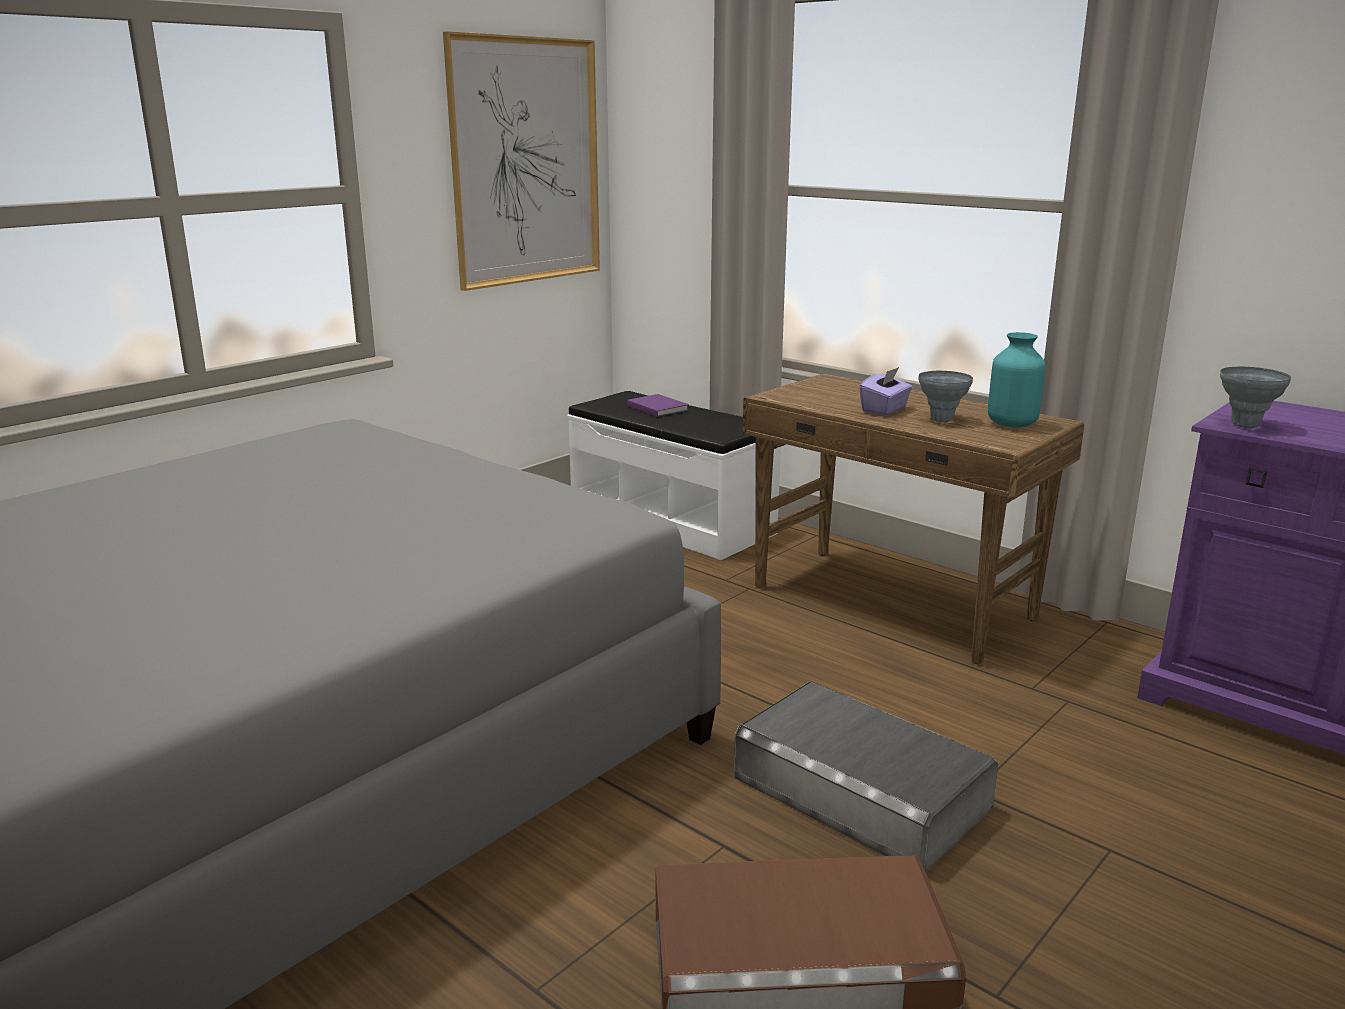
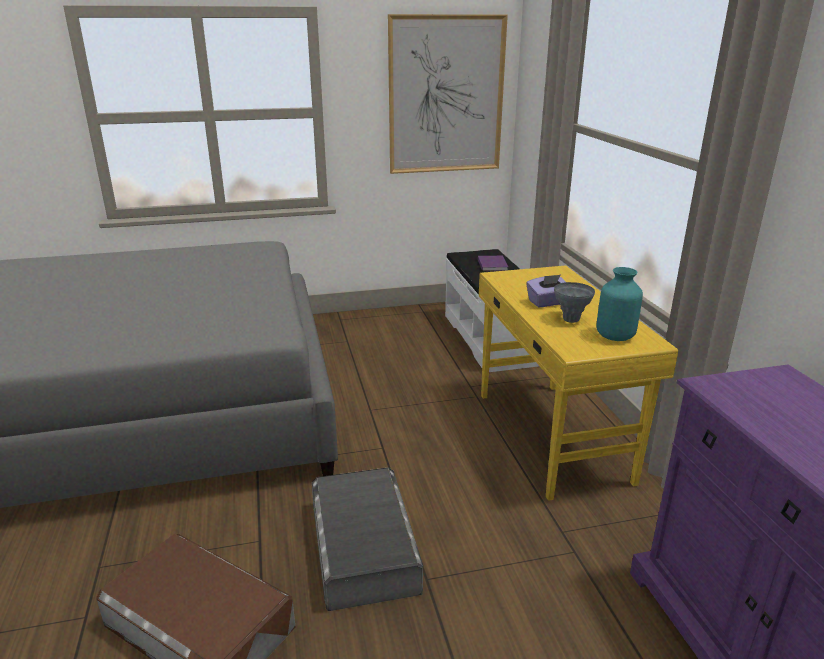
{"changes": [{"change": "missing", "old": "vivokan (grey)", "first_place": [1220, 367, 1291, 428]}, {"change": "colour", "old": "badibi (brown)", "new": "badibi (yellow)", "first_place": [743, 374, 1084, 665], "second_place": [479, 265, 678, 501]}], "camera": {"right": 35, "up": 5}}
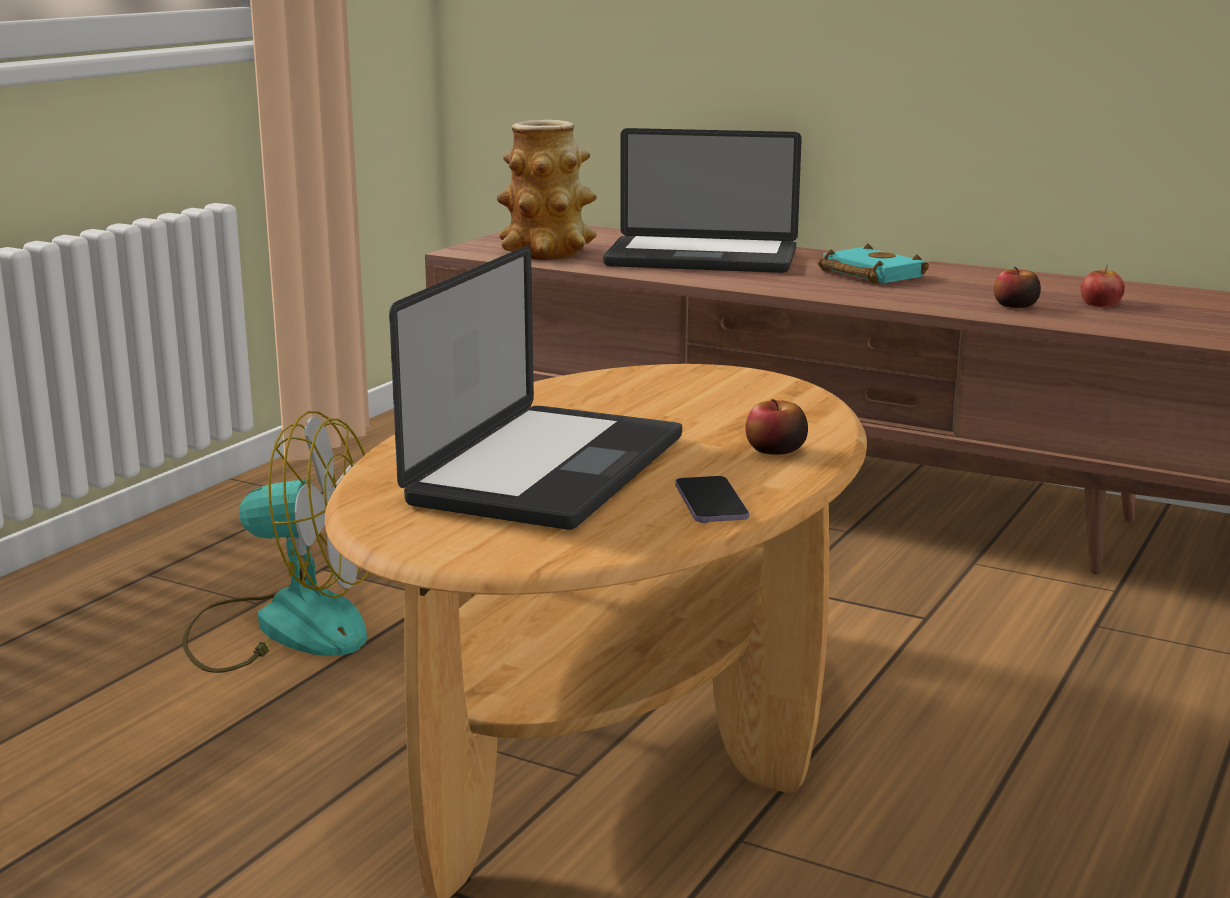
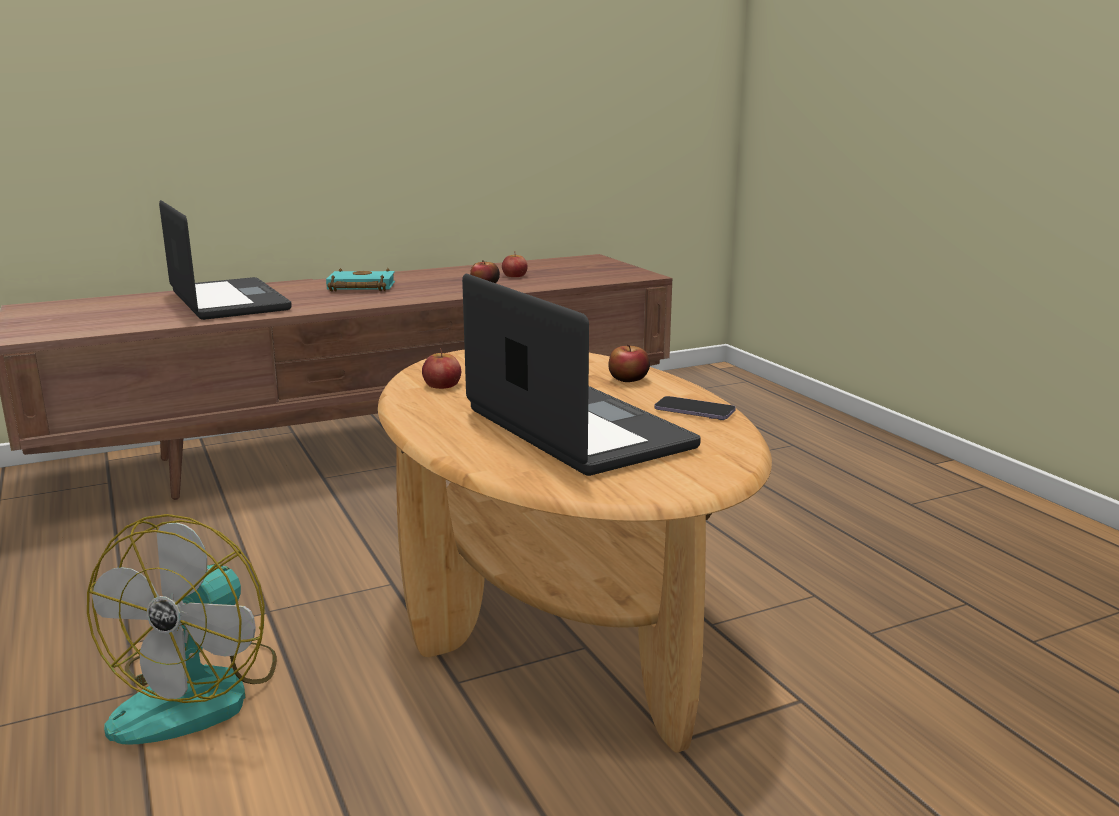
{"changes": [{"change": "missing", "old": "vivokan", "first_place": [497, 120, 597, 260]}, {"change": "appeared", "new": "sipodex", "second_place": [422, 348, 461, 389]}, {"change": "spun", "old": "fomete", "first_place": [182, 411, 369, 673], "second_place": [87, 514, 277, 744], "degrees": 150}, {"change": "spun", "old": "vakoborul", "first_place": [603, 128, 802, 273], "second_place": [159, 200, 292, 320], "degrees": -75}], "camera": {"right": -55, "up": 0}}
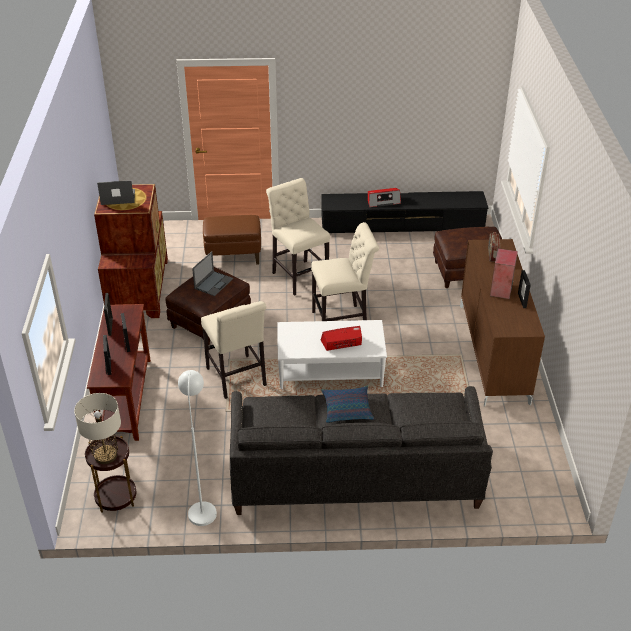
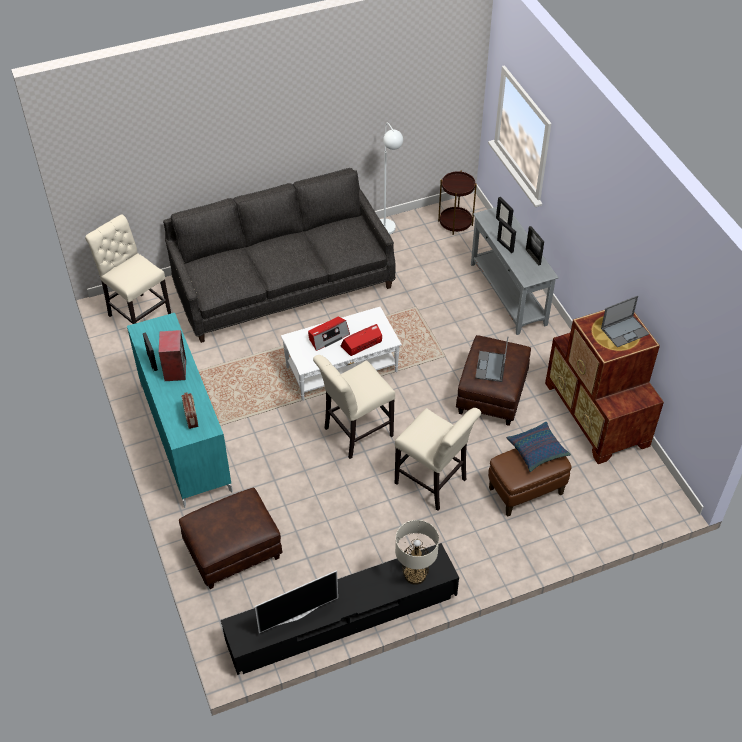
{"changes": [{"change": "appeared", "new": "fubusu", "second_place": [255, 570, 338, 633]}, {"change": "relocated", "old": "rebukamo", "first_place": [74, 393, 121, 464], "second_place": [395, 520, 439, 585]}, {"change": "relocated", "old": "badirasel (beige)", "first_place": [201, 301, 267, 399], "second_place": [85, 214, 171, 324]}, {"change": "relocated", "old": "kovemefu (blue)", "first_place": [321, 386, 374, 423], "second_place": [506, 422, 571, 472]}, {"change": "relocated", "old": "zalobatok", "first_place": [368, 188, 401, 207], "second_place": [341, 324, 382, 356]}, {"change": "colour", "old": "badibi (brown)", "new": "badibi (grey)", "first_place": [87, 304, 151, 441], "second_place": [471, 207, 559, 335]}, {"change": "colour", "old": "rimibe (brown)", "new": "rimibe (turquoise)", "first_place": [460, 239, 545, 407], "second_place": [127, 313, 233, 508]}], "camera": {"right": 160, "up": 10}}
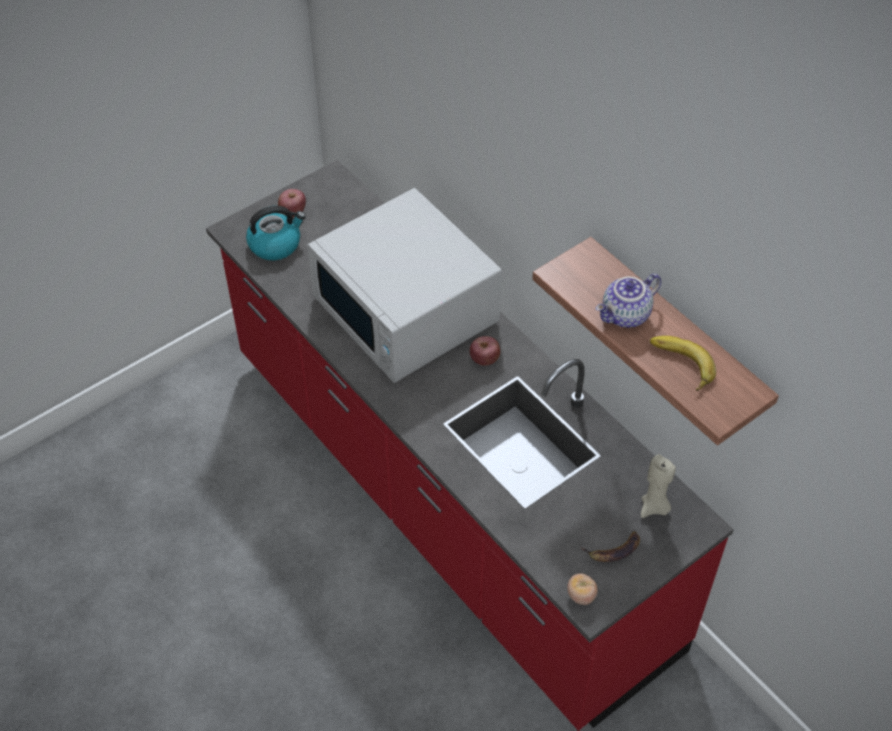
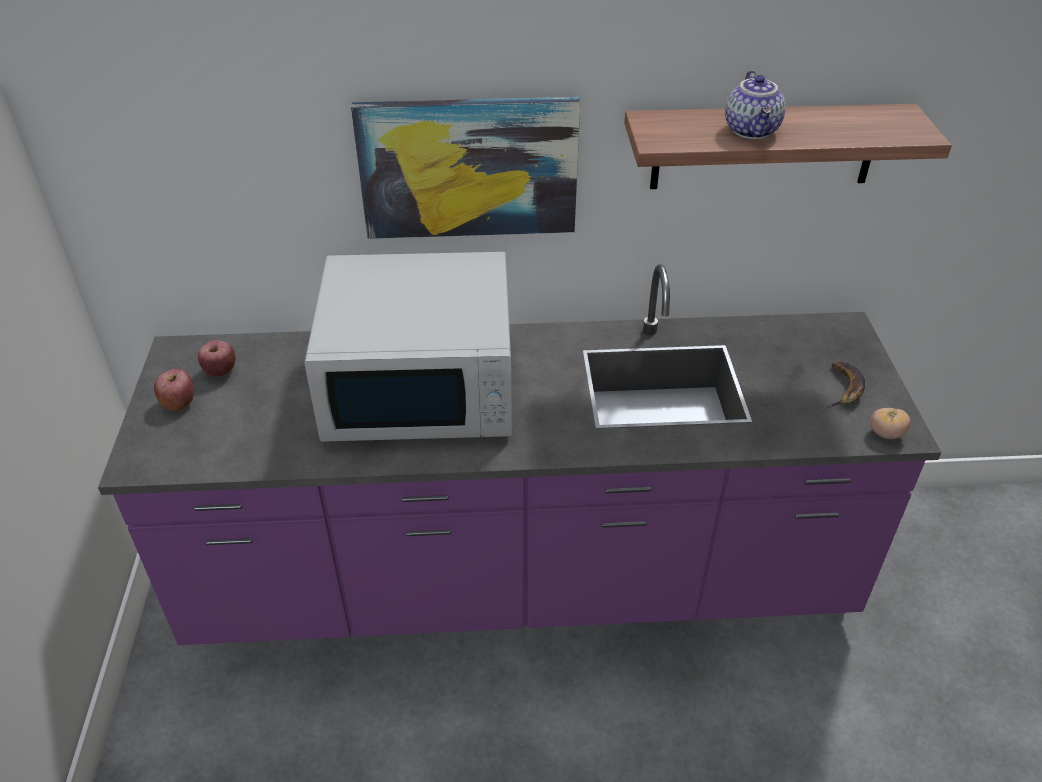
{"changes": [{"change": "missing", "old": "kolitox", "first_place": [246, 206, 306, 260]}, {"change": "missing", "old": "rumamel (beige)", "first_place": [641, 454, 676, 518]}, {"change": "missing", "old": "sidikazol", "first_place": [650, 336, 716, 391]}, {"change": "appeared", "new": "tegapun", "second_place": [351, 97, 580, 239]}, {"change": "relocated", "old": "sipodex", "first_place": [470, 336, 500, 366], "second_place": [198, 340, 236, 376]}, {"change": "colour", "old": "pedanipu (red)", "new": "pedanipu (purple)", "first_place": [206, 160, 734, 731], "second_place": [98, 264, 941, 645]}], "camera": {"right": -55, "up": -10}}
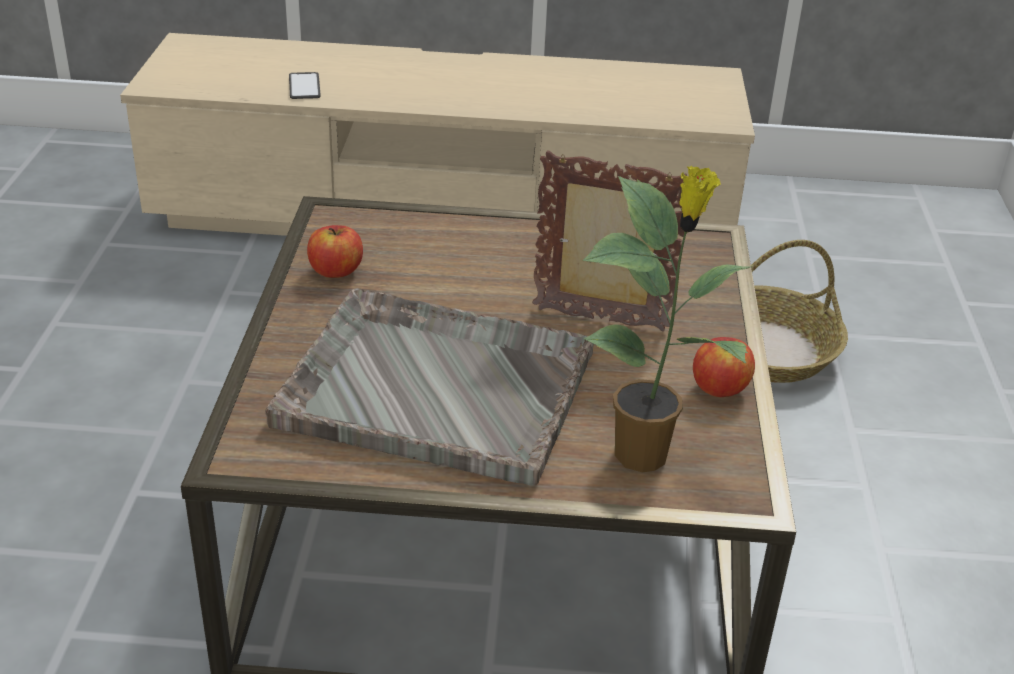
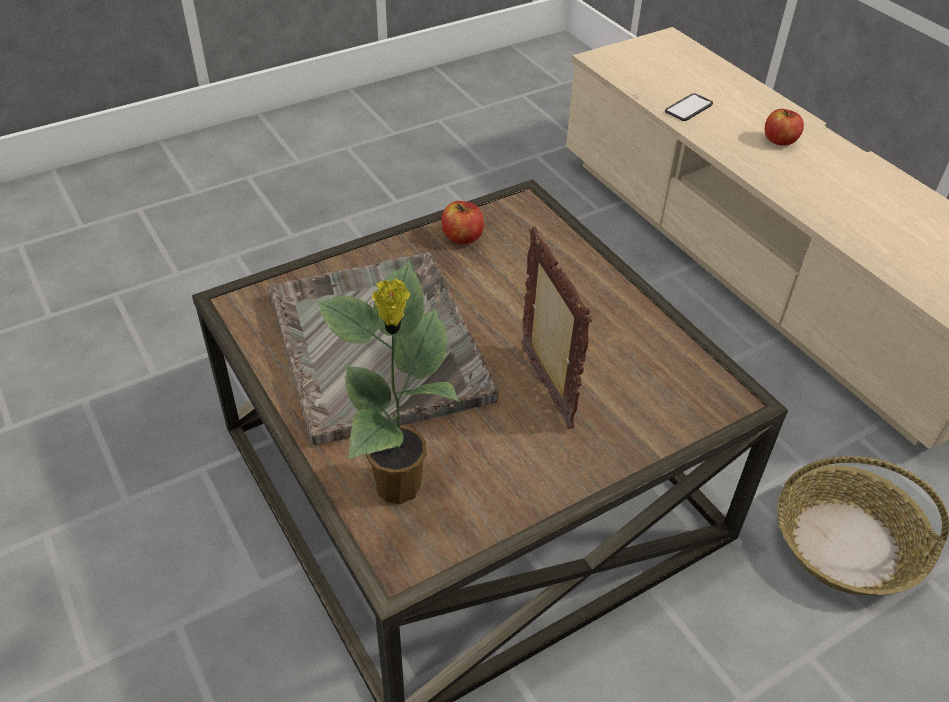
{"changes": [{"change": "relocated", "old": "sipodex", "first_place": [693, 337, 755, 397], "second_place": [765, 109, 804, 146]}], "camera": {"right": 55, "up": 10}}
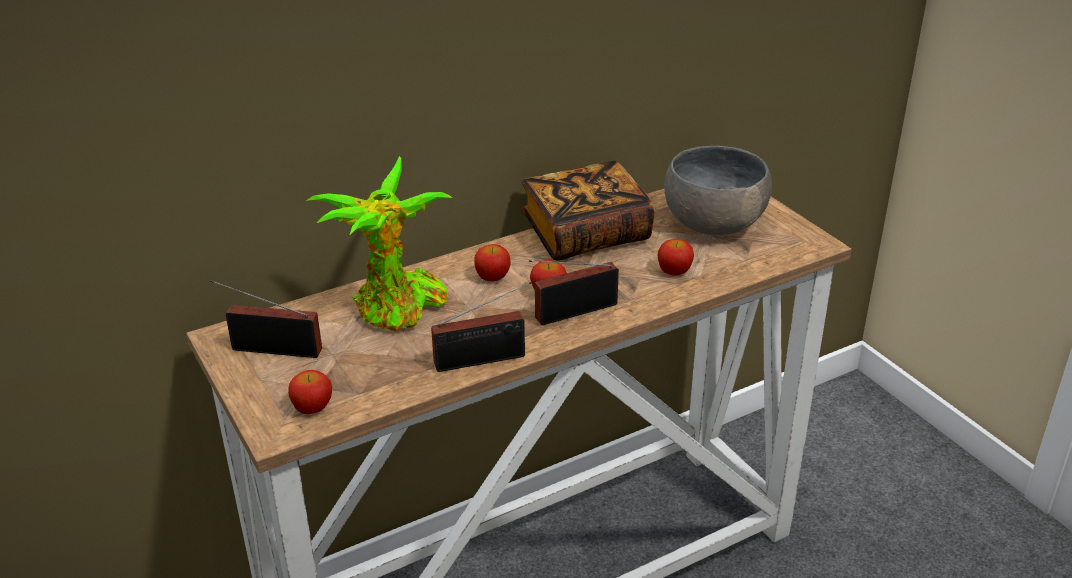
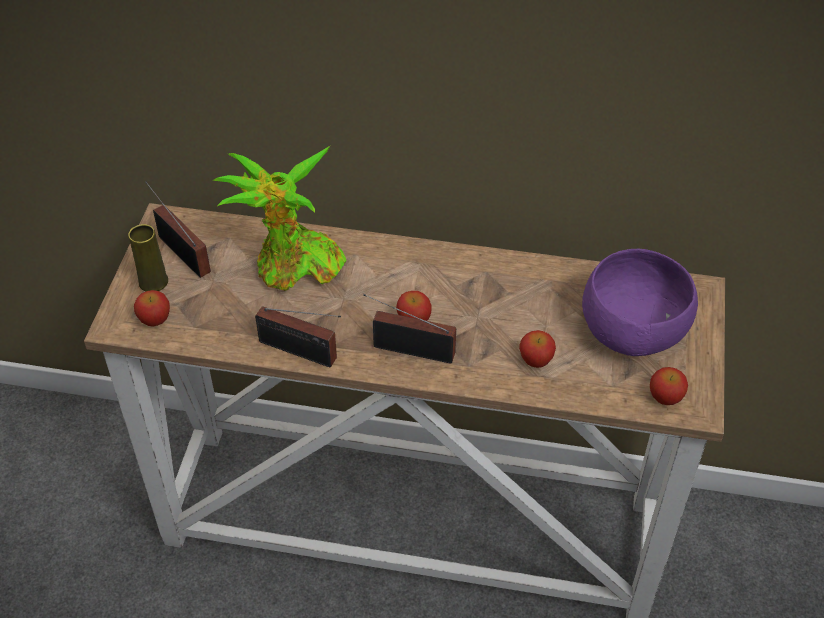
{"changes": [{"change": "missing", "old": "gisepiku", "first_place": [522, 161, 655, 261]}, {"change": "appeared", "new": "vivokan (yellow)", "second_place": [128, 224, 168, 291]}, {"change": "relocated", "old": "sipodex", "first_place": [474, 244, 511, 282], "second_place": [650, 367, 688, 405]}, {"change": "colour", "old": "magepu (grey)", "new": "magepu (purple)", "first_place": [664, 146, 772, 235], "second_place": [582, 249, 698, 356]}], "camera": {"right": 40, "up": 15}}
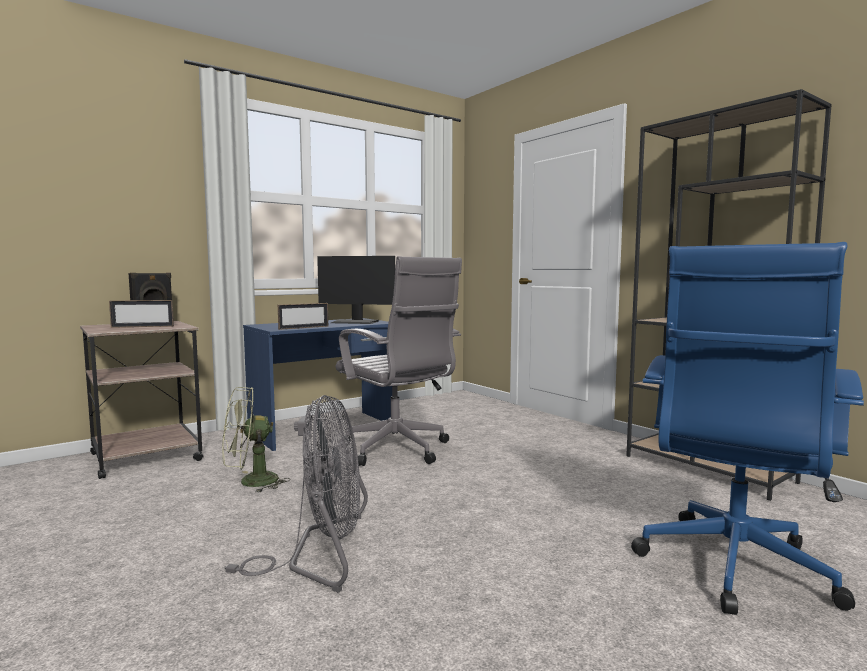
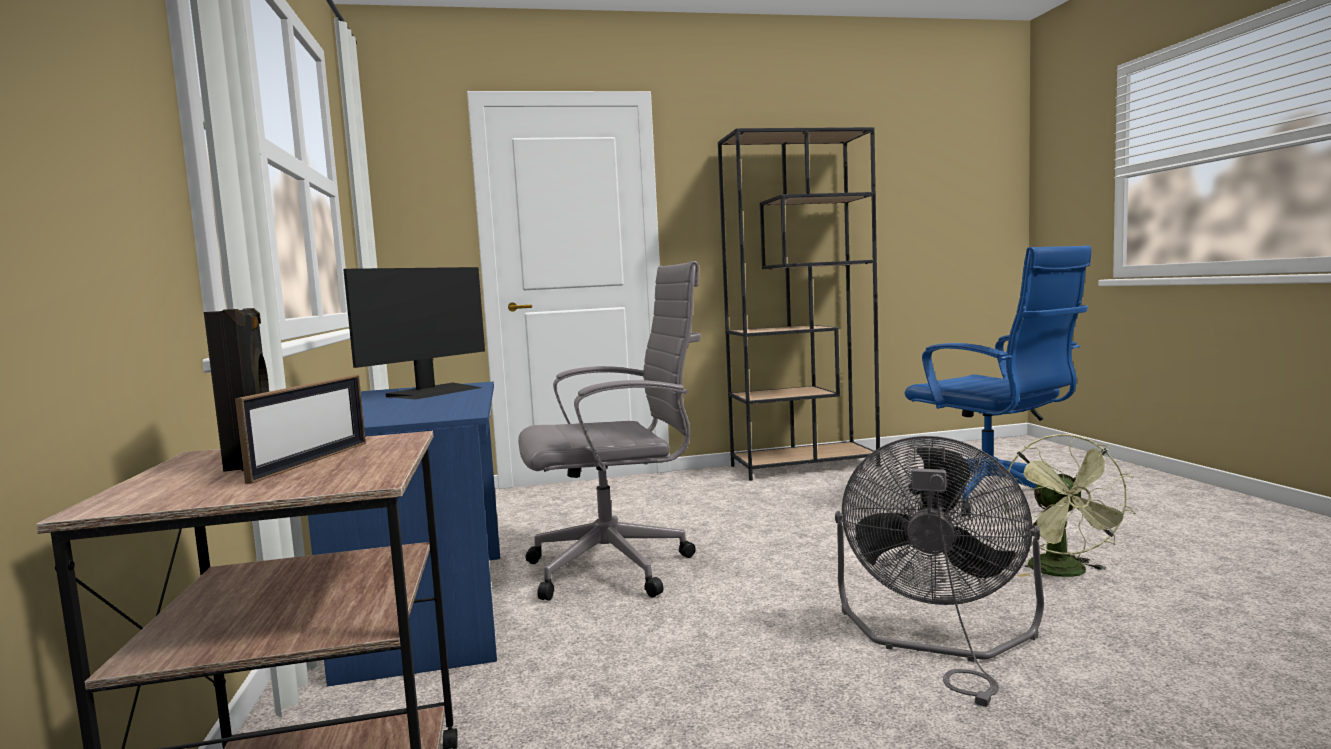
{"changes": [{"change": "missing", "old": "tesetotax", "first_place": [278, 303, 328, 330]}, {"change": "relocated", "old": "fomete (green)", "first_place": [222, 387, 290, 493], "second_place": [1003, 433, 1136, 577]}], "camera": {"right": -65, "up": 0}}
